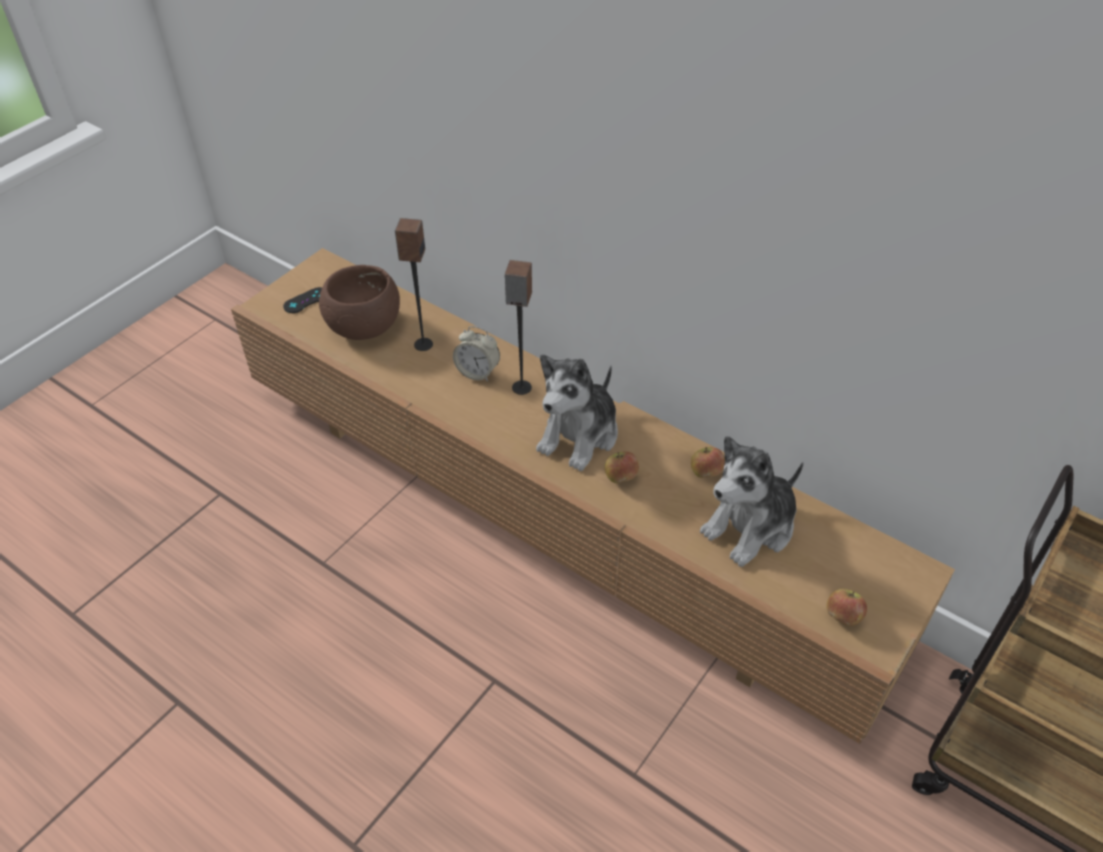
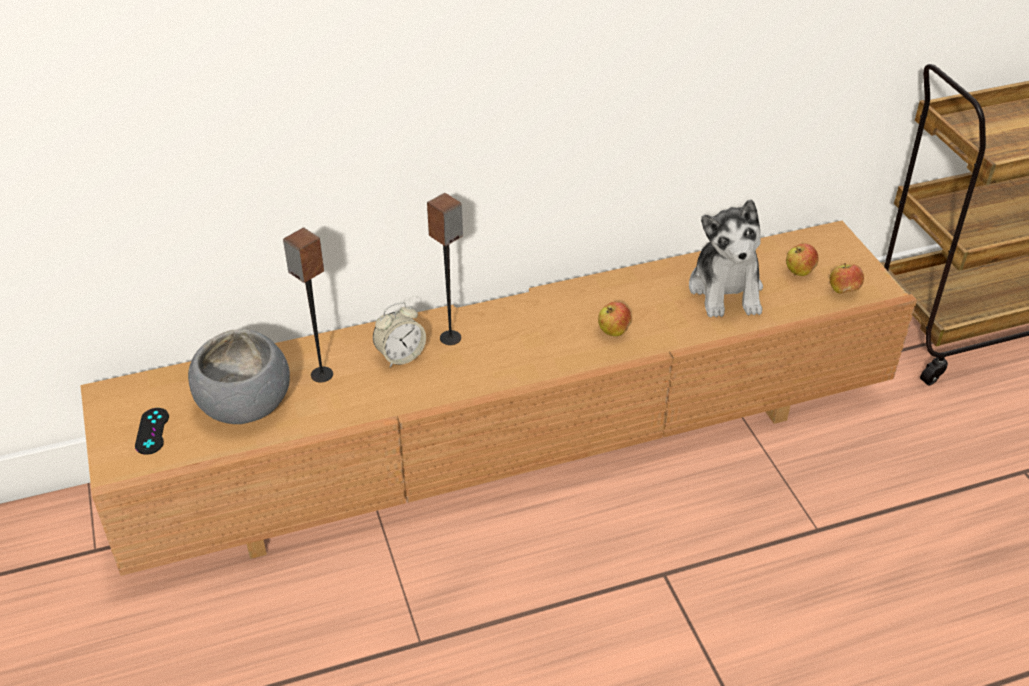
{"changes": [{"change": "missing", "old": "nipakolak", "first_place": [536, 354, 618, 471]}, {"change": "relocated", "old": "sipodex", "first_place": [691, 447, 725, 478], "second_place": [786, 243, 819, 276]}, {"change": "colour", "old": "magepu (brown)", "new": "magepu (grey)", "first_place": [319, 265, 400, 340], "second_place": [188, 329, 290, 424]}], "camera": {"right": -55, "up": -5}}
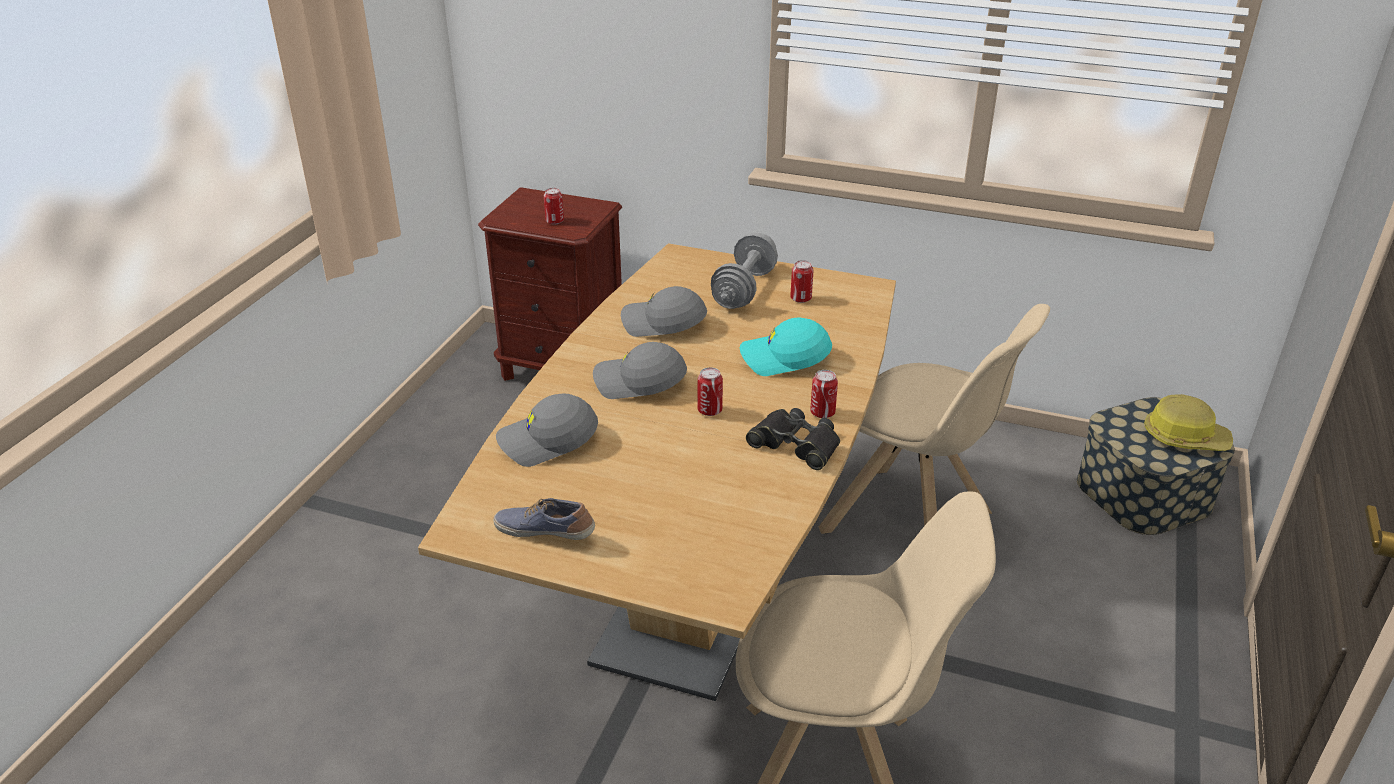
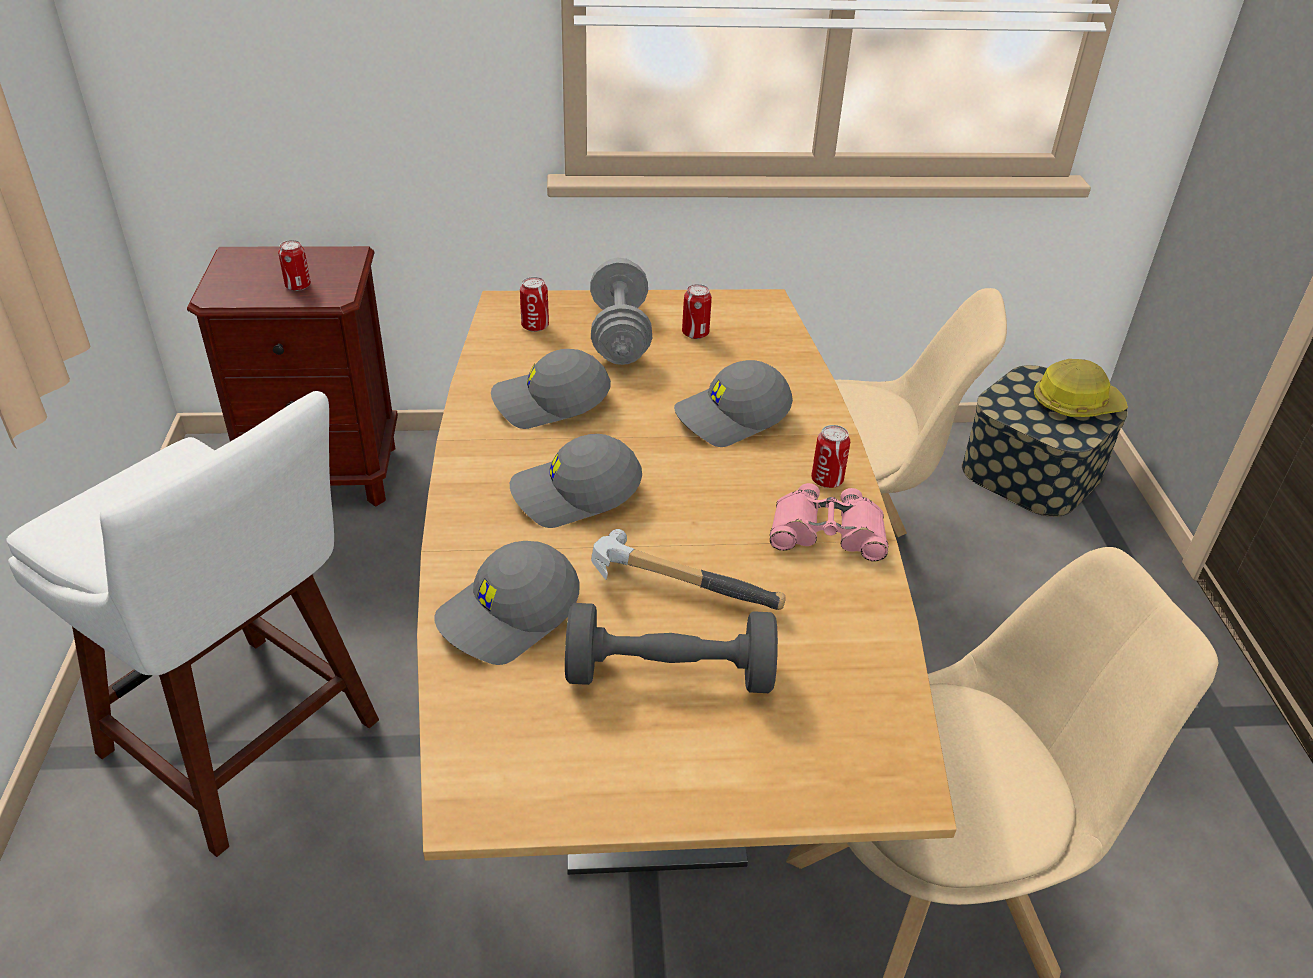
{"changes": [{"change": "missing", "old": "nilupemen", "first_place": [493, 498, 595, 540]}, {"change": "appeared", "new": "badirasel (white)", "second_place": [7, 391, 379, 857]}, {"change": "appeared", "new": "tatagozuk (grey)", "second_place": [565, 603, 778, 693]}, {"change": "appeared", "new": "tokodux", "second_place": [591, 529, 786, 610]}, {"change": "relocated", "old": "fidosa", "first_place": [697, 367, 723, 416], "second_place": [520, 277, 549, 332]}, {"change": "colour", "old": "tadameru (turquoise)", "new": "tadameru (grey)", "first_place": [740, 318, 832, 376], "second_place": [674, 360, 793, 447]}, {"change": "colour", "old": "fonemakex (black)", "new": "fonemakex (pink)", "first_place": [746, 408, 840, 470], "second_place": [770, 483, 888, 561]}], "camera": {"right": -25, "up": 5}}
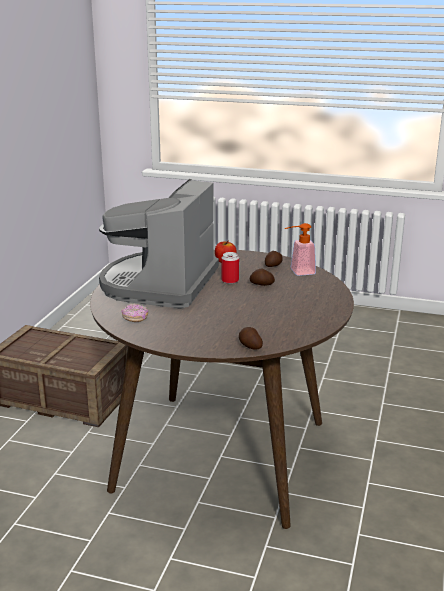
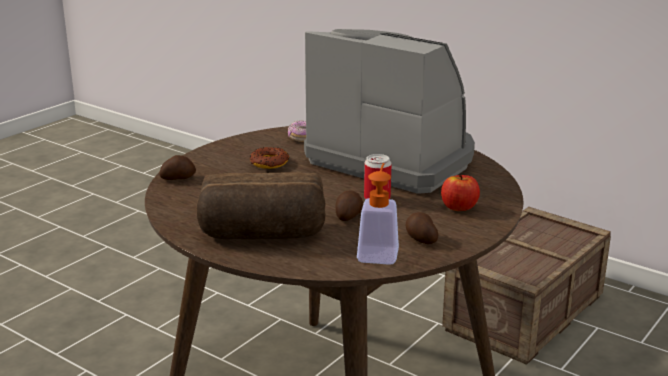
{"changes": [{"change": "appeared", "new": "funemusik", "second_place": [197, 173, 326, 239]}, {"change": "appeared", "new": "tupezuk", "second_place": [250, 147, 289, 169]}], "camera": {"right": 110, "up": 0}}
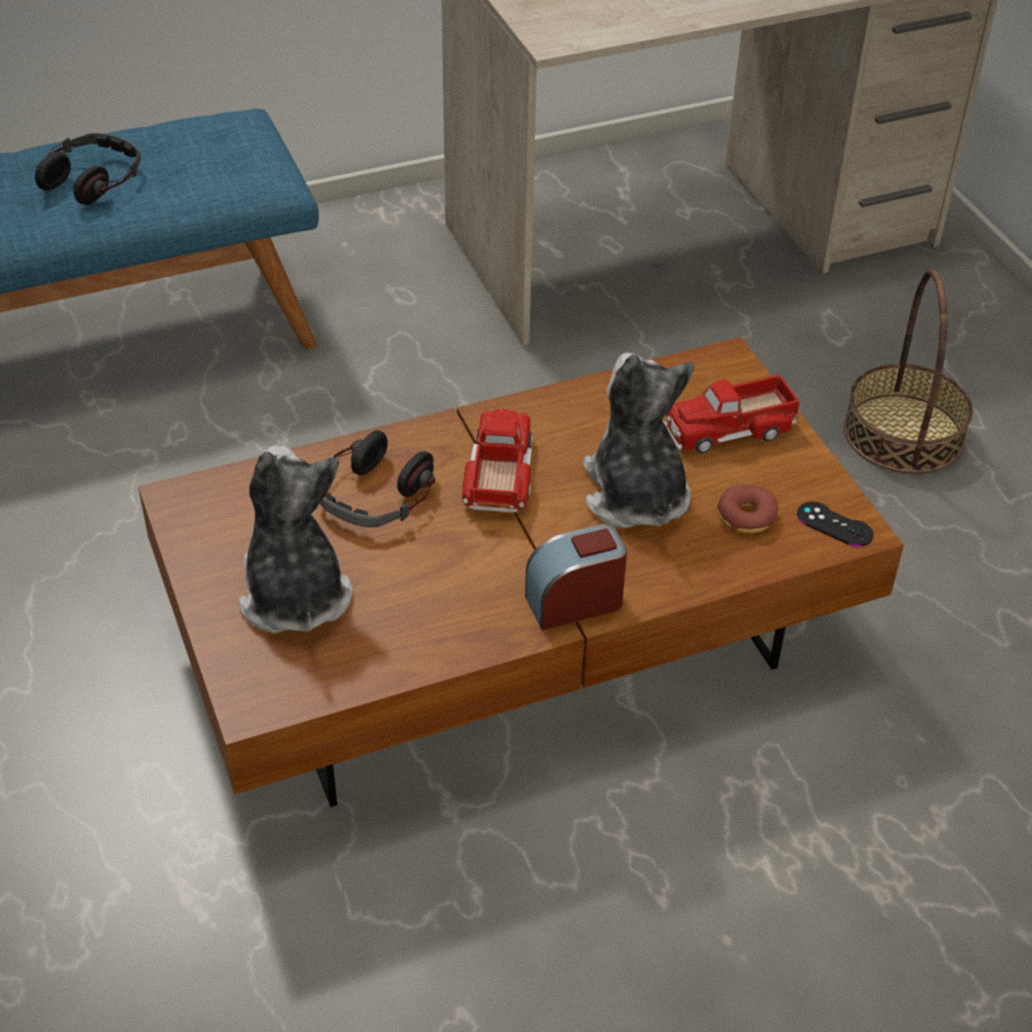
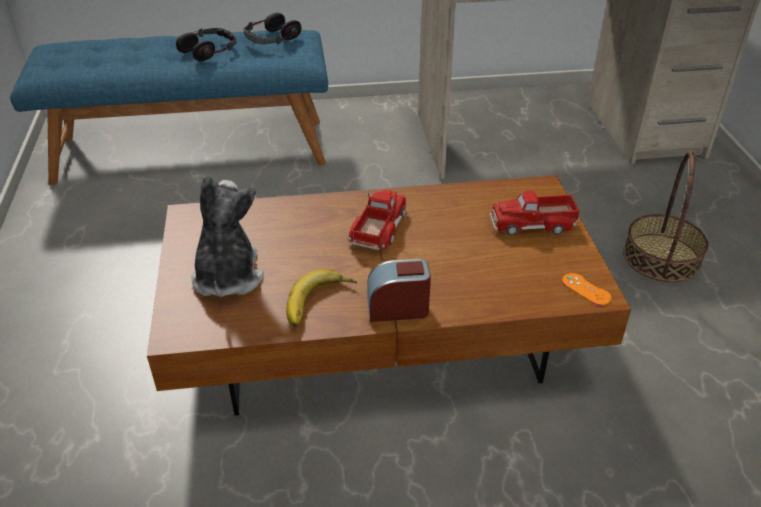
{"changes": [{"change": "missing", "old": "nipakolak", "first_place": [583, 352, 695, 529]}, {"change": "missing", "old": "tupezuk", "first_place": [717, 485, 778, 533]}, {"change": "appeared", "new": "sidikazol", "second_place": [286, 269, 357, 327]}, {"change": "relocated", "old": "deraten", "first_place": [319, 430, 435, 527], "second_place": [244, 13, 301, 45]}, {"change": "colour", "old": "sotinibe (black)", "new": "sotinibe (orange)", "first_place": [797, 502, 873, 547], "second_place": [562, 273, 611, 306]}], "camera": {"right": 15, "up": -5}}
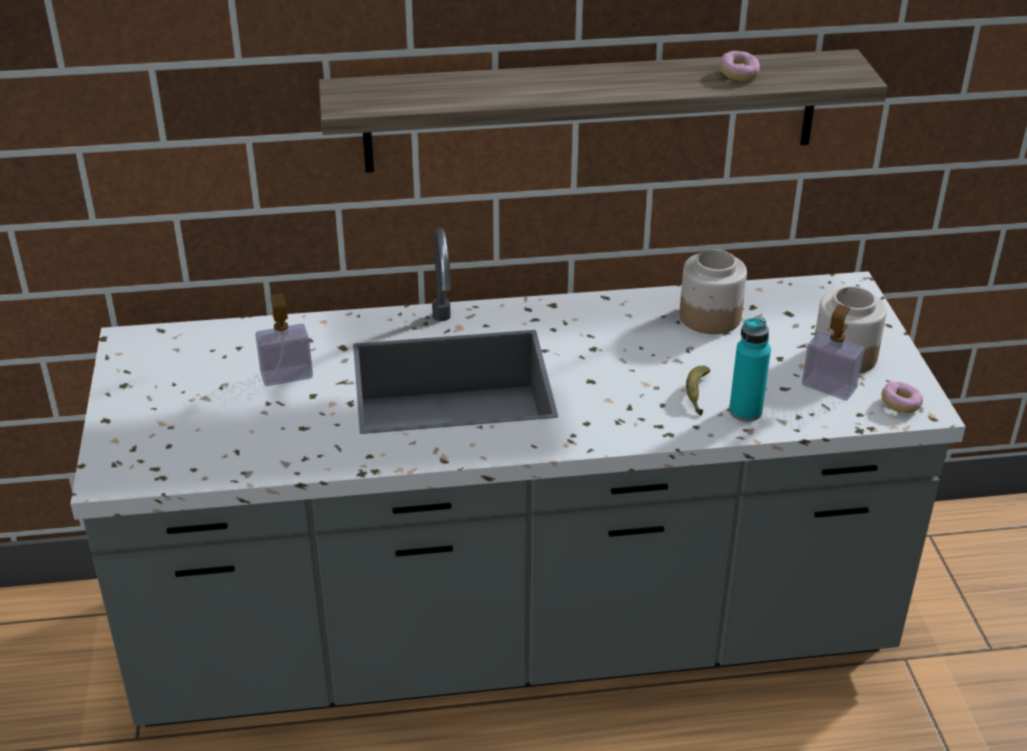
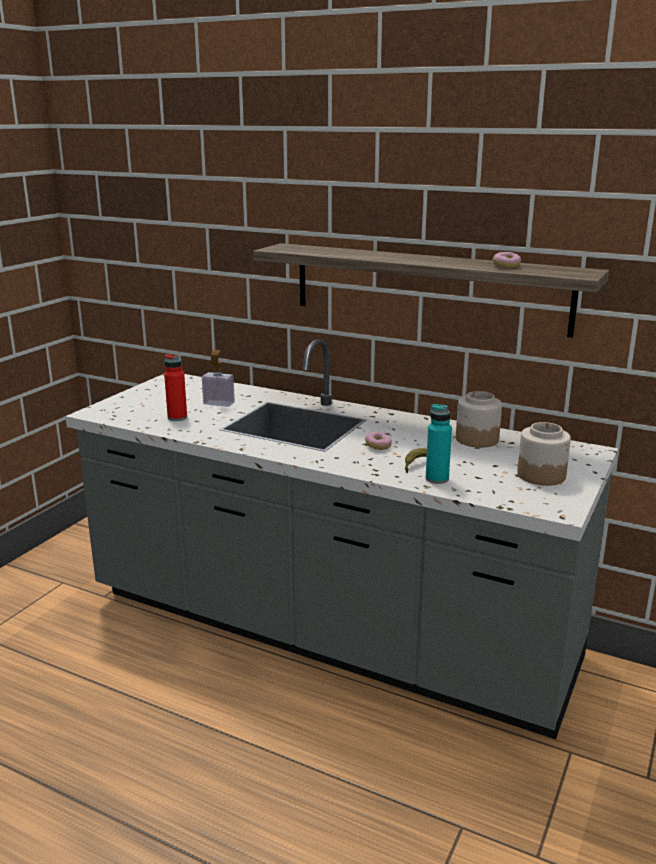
{"changes": [{"change": "missing", "old": "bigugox", "first_place": [802, 304, 864, 401]}, {"change": "appeared", "new": "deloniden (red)", "second_place": [164, 354, 187, 421]}, {"change": "relocated", "old": "tupezuk", "first_place": [881, 382, 923, 413], "second_place": [365, 432, 392, 450]}], "camera": {"right": 35, "up": -15}}
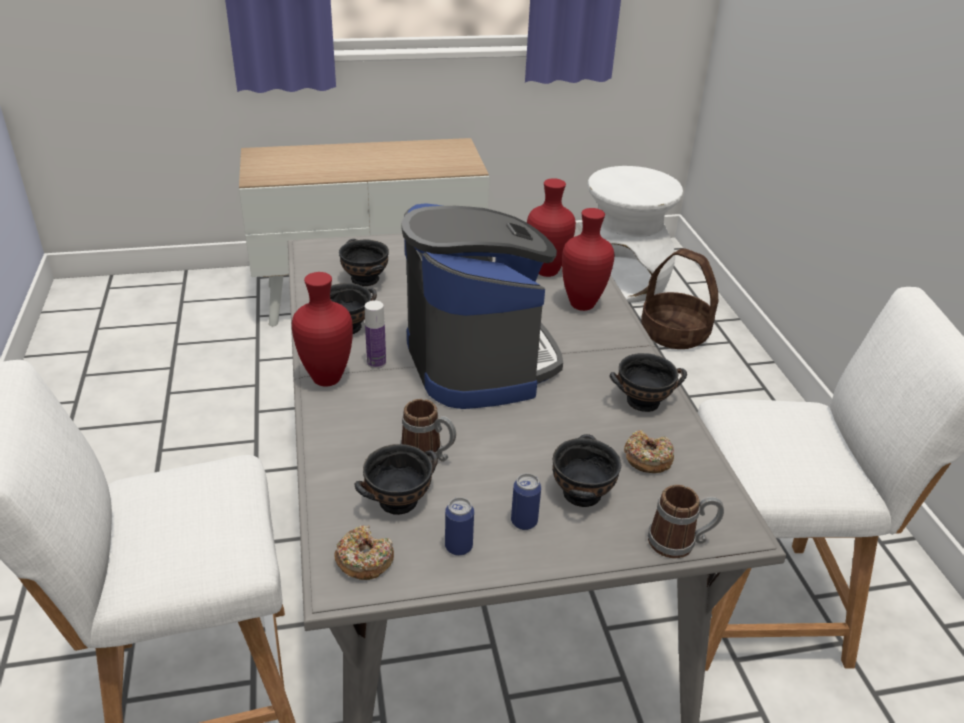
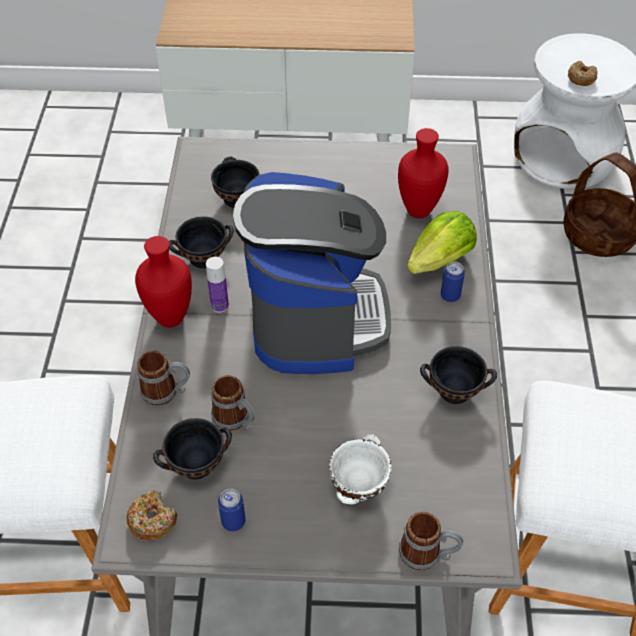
{"changes": [{"change": "appeared", "new": "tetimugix", "second_place": [137, 351, 190, 406]}, {"change": "relocated", "old": "fidosa", "first_place": [511, 473, 541, 530], "second_place": [441, 262, 465, 302]}, {"change": "relocated", "old": "tupezuk", "first_place": [624, 430, 674, 473], "second_place": [568, 61, 598, 86]}, {"change": "exchanged", "old": "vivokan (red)", "new": "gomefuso", "first_place": [562, 208, 614, 311], "second_place": [407, 211, 477, 274]}, {"change": "colour", "old": "magepu (black)", "new": "magepu (white)", "first_place": [553, 434, 621, 507], "second_place": [329, 434, 392, 504]}], "camera": {"right": 15, "up": 15}}
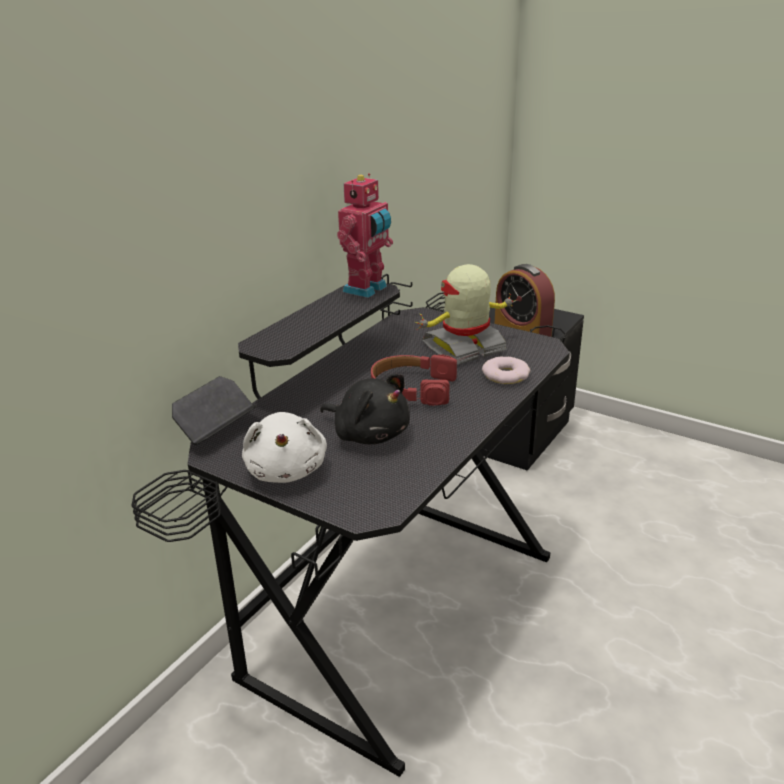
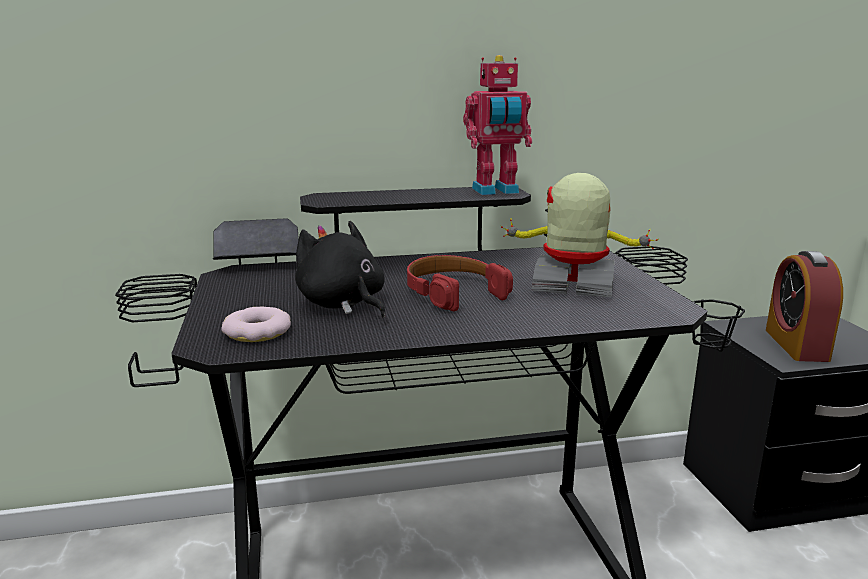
{"changes": [{"change": "missing", "old": "nipakolak (white)", "first_place": [242, 412, 327, 483]}, {"change": "relocated", "old": "tupezuk", "first_place": [482, 357, 530, 384], "second_place": [221, 307, 291, 342]}, {"change": "spun", "old": "nipakolak (black)", "first_place": [320, 374, 410, 444], "second_place": [295, 221, 386, 318], "degrees": 150}], "camera": {"right": 45, "up": -10}}
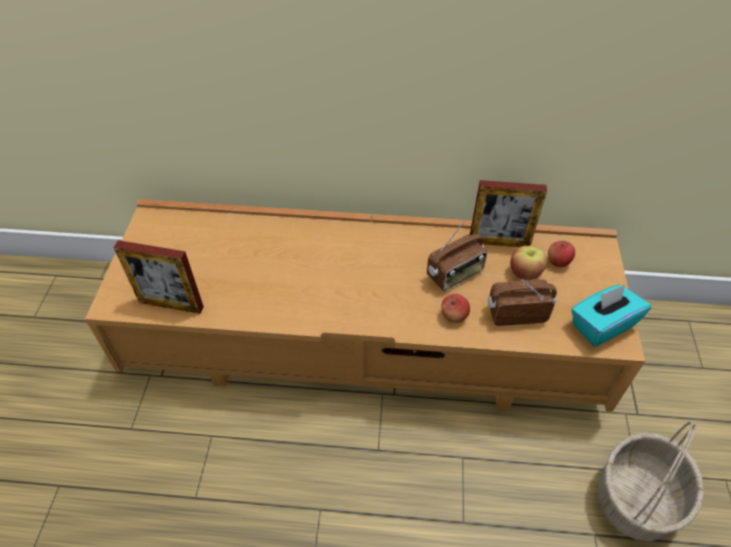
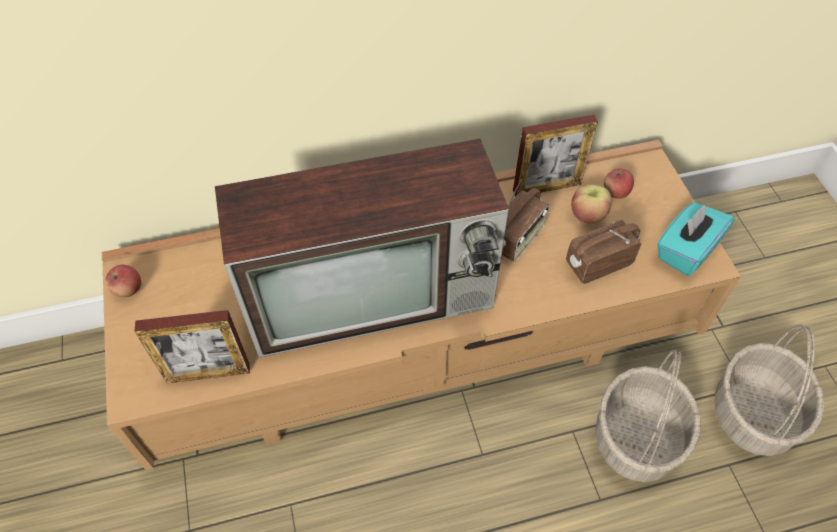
{"changes": [{"change": "appeared", "new": "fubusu", "second_place": [215, 139, 509, 358]}, {"change": "appeared", "new": "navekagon", "second_place": [595, 350, 700, 482]}, {"change": "relocated", "old": "sipodex", "first_place": [441, 294, 470, 323], "second_place": [106, 265, 141, 297]}], "camera": {"right": -20, "up": 5}}
